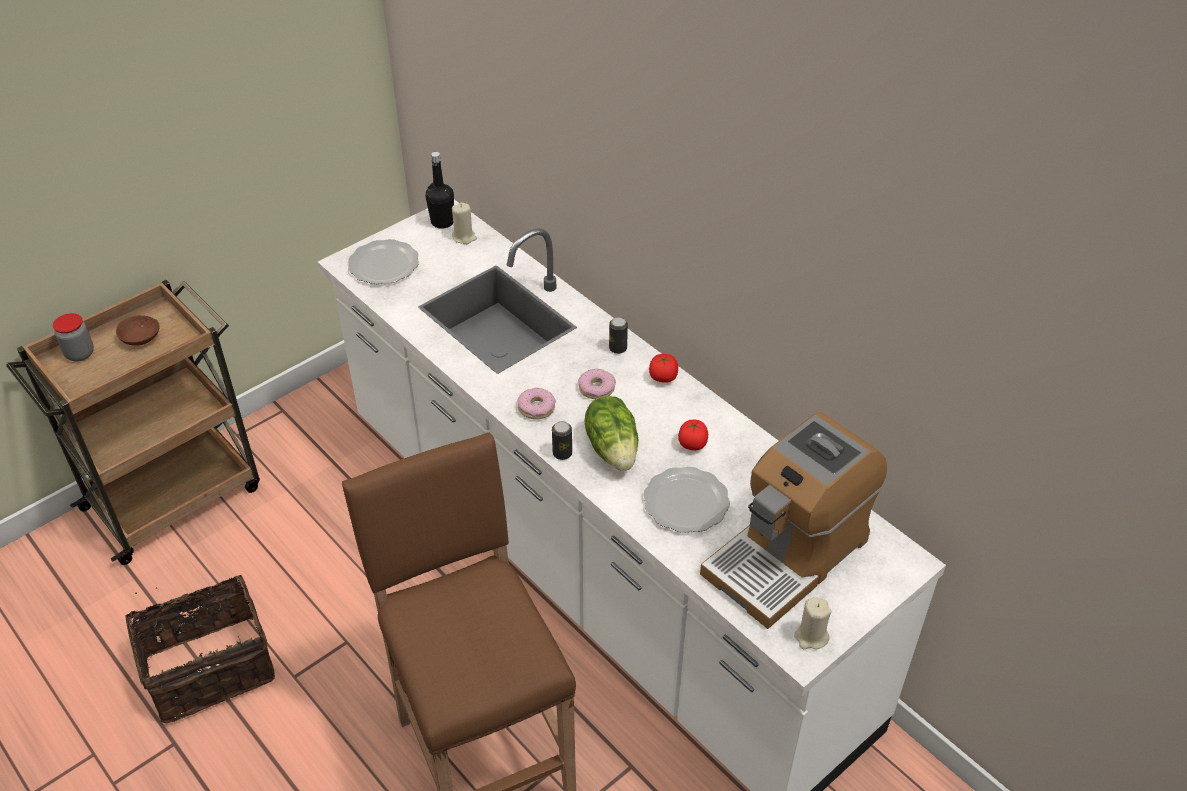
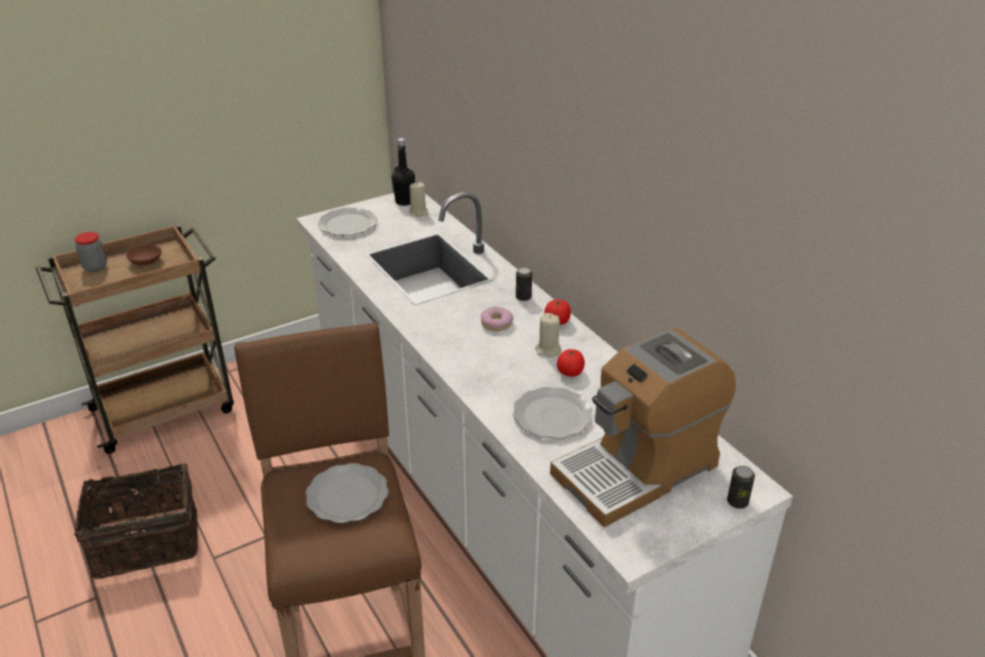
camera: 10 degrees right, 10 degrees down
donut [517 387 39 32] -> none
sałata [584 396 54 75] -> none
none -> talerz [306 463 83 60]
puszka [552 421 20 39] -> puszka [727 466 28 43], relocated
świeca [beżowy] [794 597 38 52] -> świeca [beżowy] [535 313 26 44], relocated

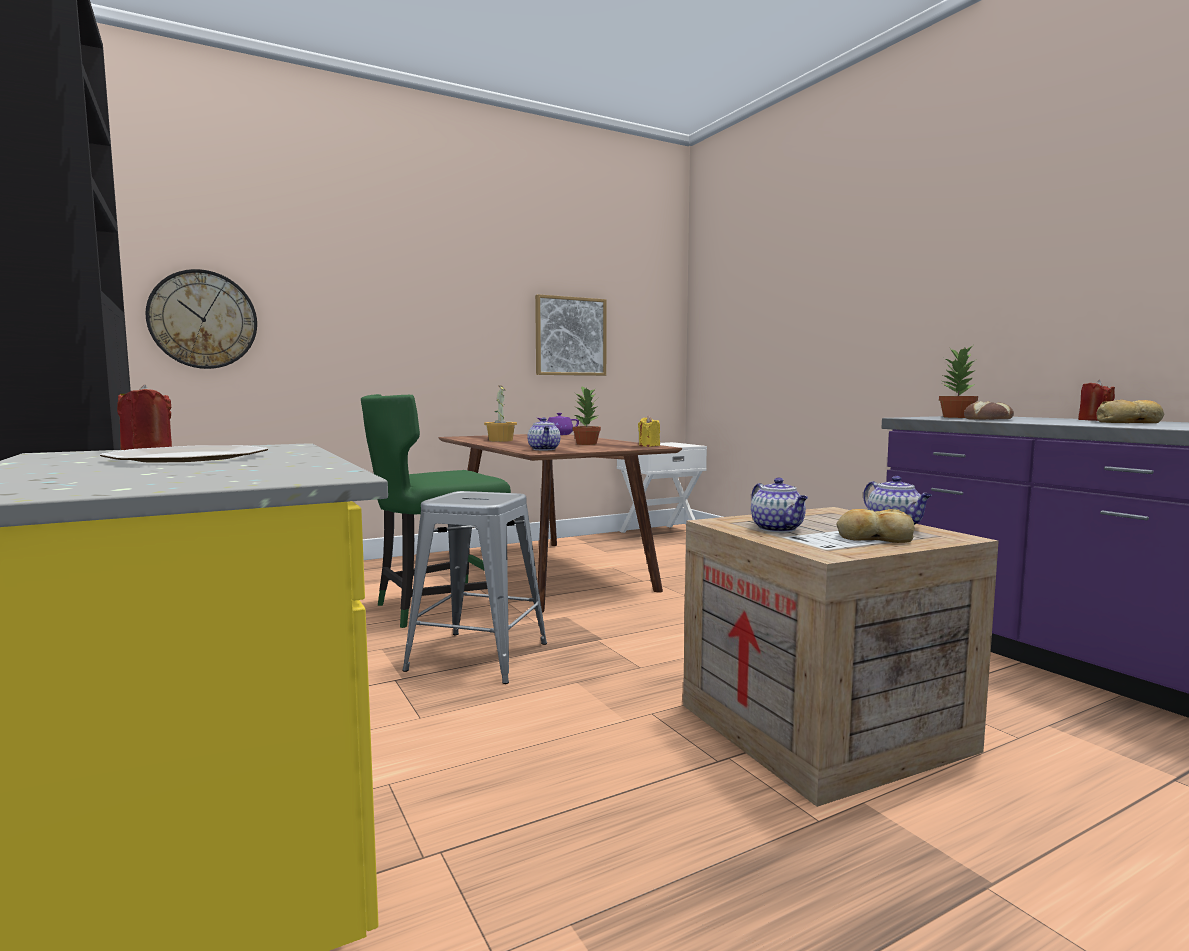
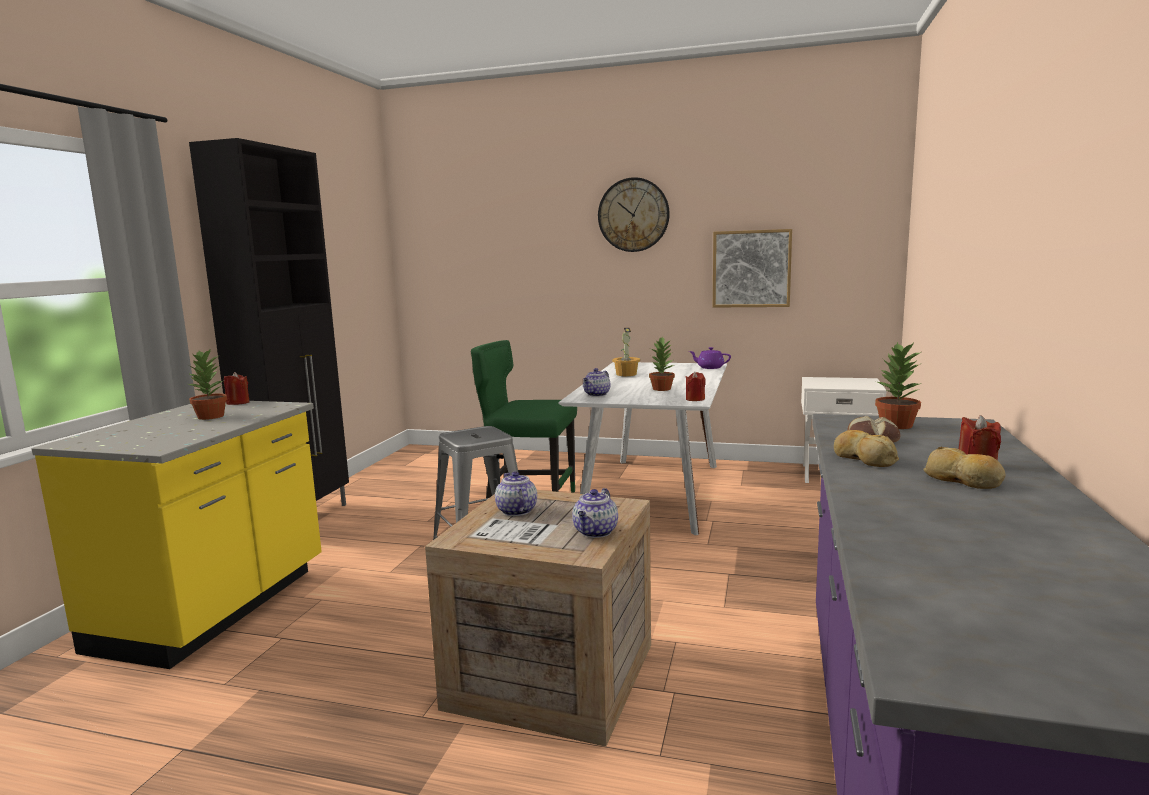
camera: 45 degrees right, 5 degrees up
zegar ścienny [145 269 112 100] -> zegar ścienny [598 177 72 75], relocated
chleb [837 509 77 34] -> chleb [834 430 65 37], relocated
talerz [100 445 168 18] -> roślina doniczkowa [187 348 40 72]
stół jadalny [brązowy] [438 434 244 179] -> stół jadalny [biały] [558 362 169 173]
świeca [żółty] [638 416 22 31] -> świeca [czerwony] [686 372 20 29]
imbryk [751 478 57 54] -> imbryk [495 471 42 45], 135 degrees clockwise

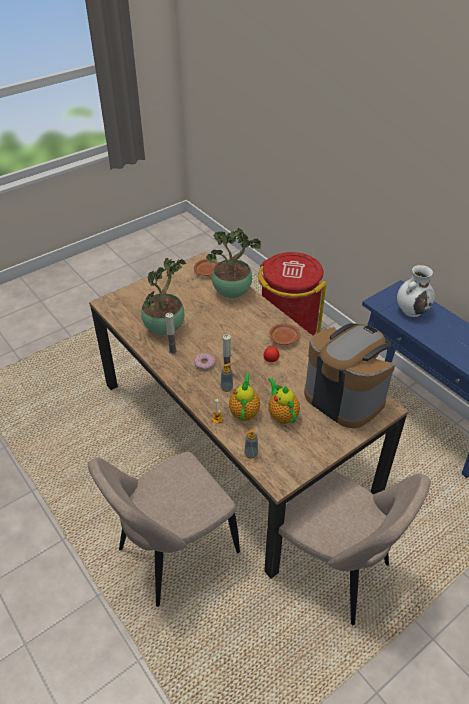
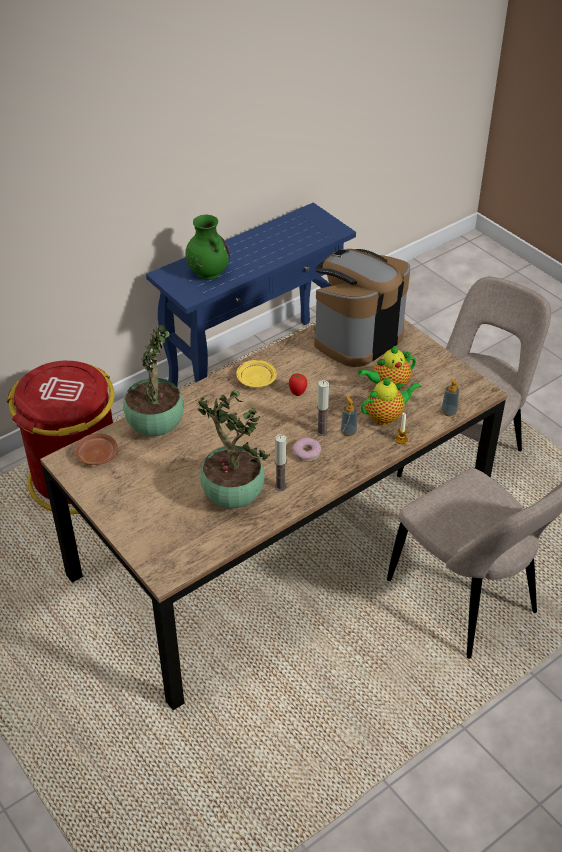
camera: 90 degrees left, 0 degrees up
talerz [brązowy] [269 324 31 21] -> talerz [żółty] [236 360 41 28]
wazon [biały] [397 265 38 52] -> wazon [zielony] [185 215 45 65]
imbryk [229 373 31 48] -> imbryk [361 377 61 48], 150 degrees clockwise

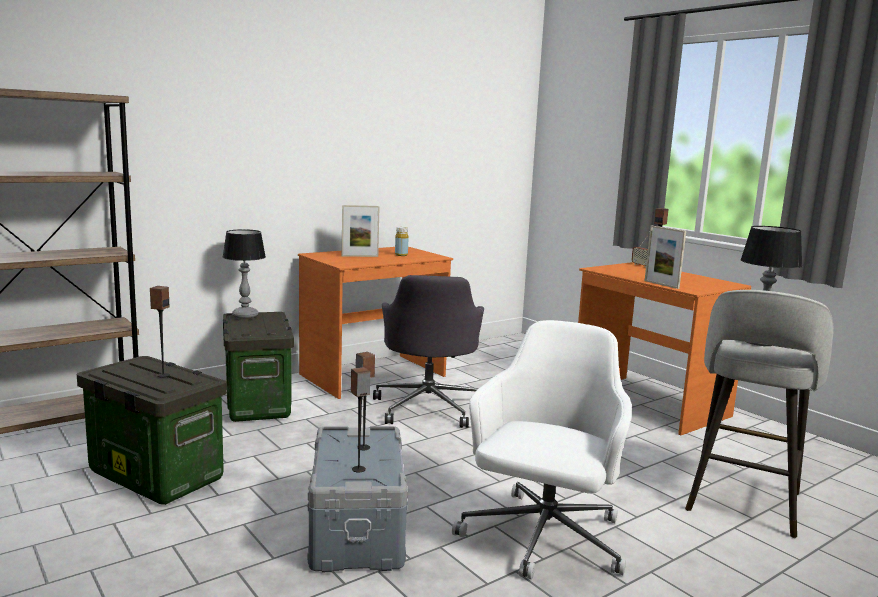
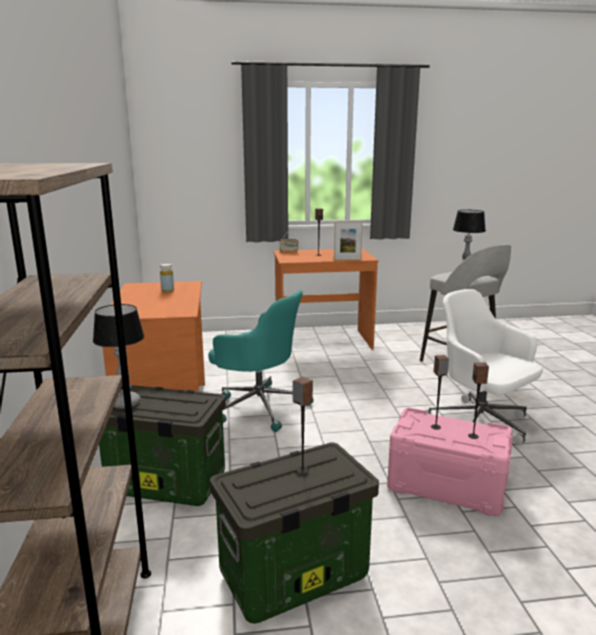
camera: 60 degrees left, 5 degrees up
ramka na zdjęcie [342 205 38 52] -> none
pojemnik do przechowywania [szary] [308 426 100 146] -> pojemnik do przechowywania [różowy] [387 408 126 108]
krzesło biurowe [szary] [373 275 111 153] -> krzesło biurowe [turkusowy] [208 290 106 142]

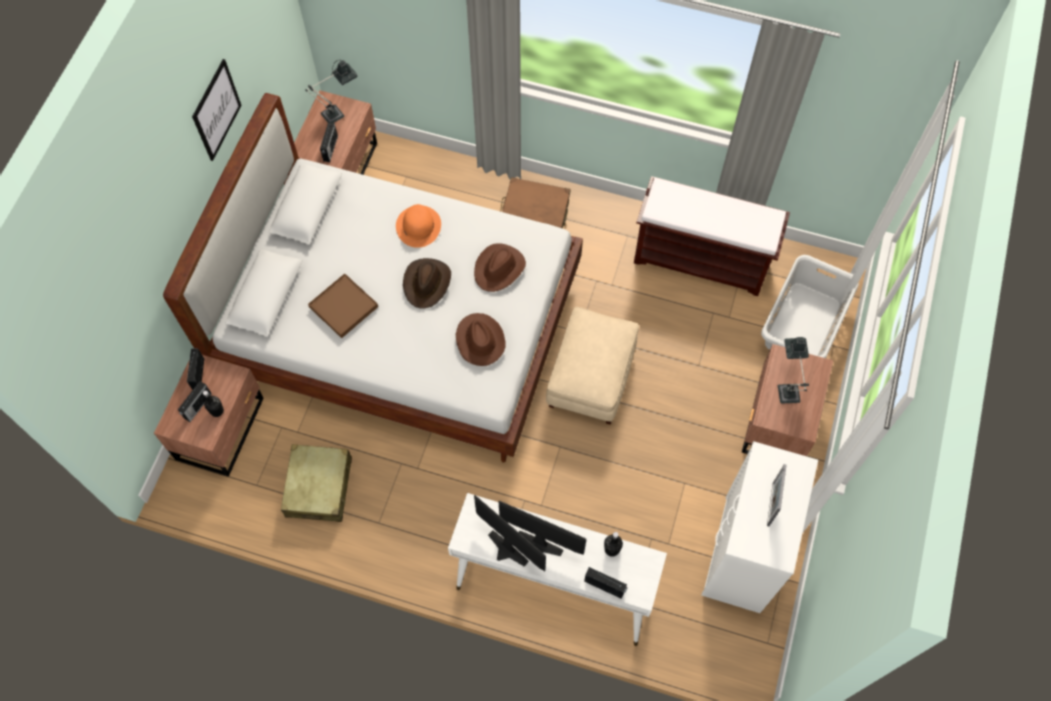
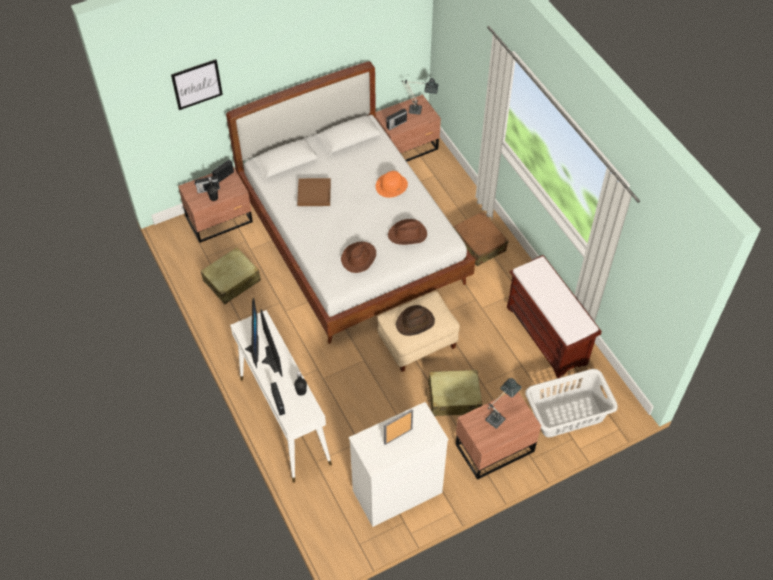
camera: 45 degrees right, 10 degrees down
none -> walizka [beżowy] [426 370 56 46]
obraz [192 59 50 102] -> obraz [171 59 52 51], relocated
kapelusz [brązowy] [403 258 48 51] -> kapelusz [brązowy] [396 305 39 31], relocated

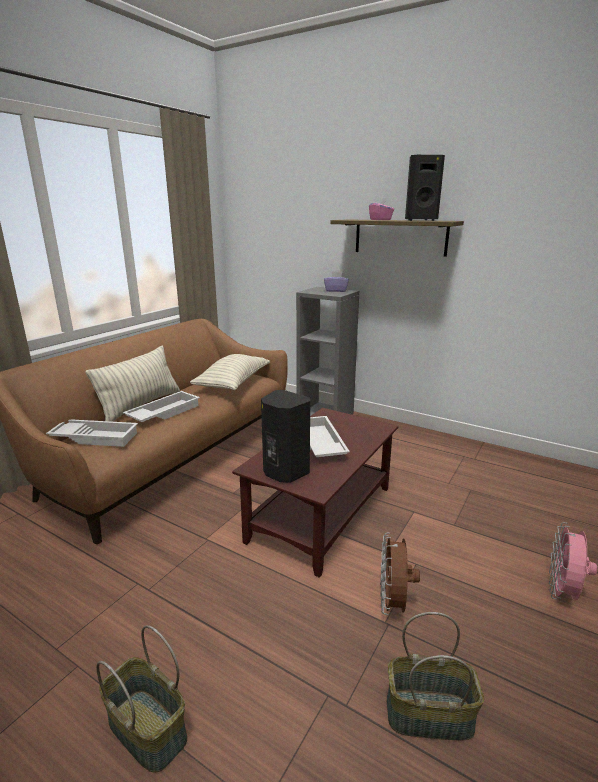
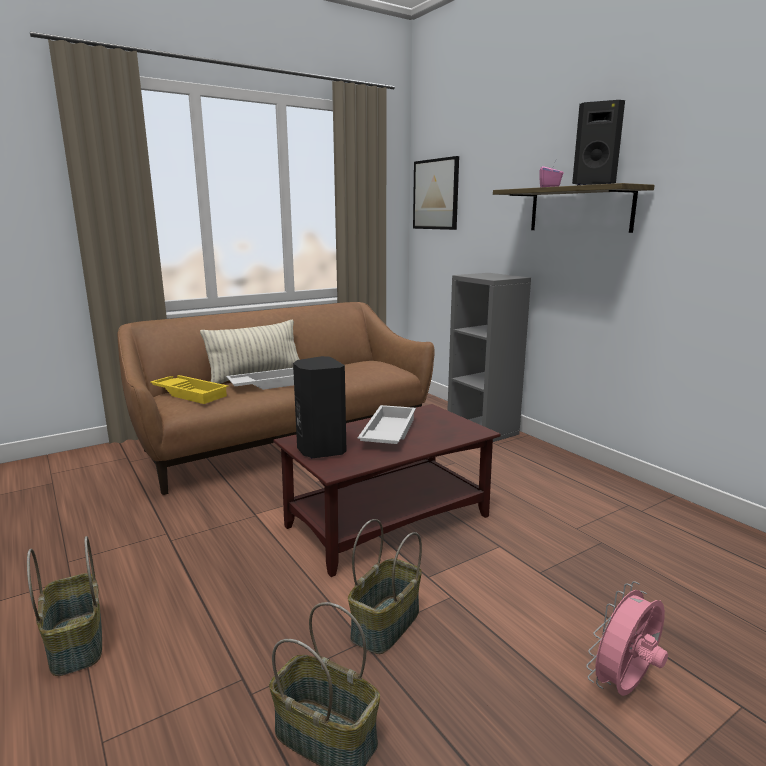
camera: 25 degrees right, 5 degrees down
poduszka [190 354 80 36] -> none
pudełko chusteczek [fioletowy] [324 271 25 21] -> none
none -> obraz [413 156 46 74]
wentylator [brązowy] [380 533 40 82] -> koszyk [348 519 74 135]
taca [biały] [46 419 92 28] -> taca [żółty] [150 375 78 29]

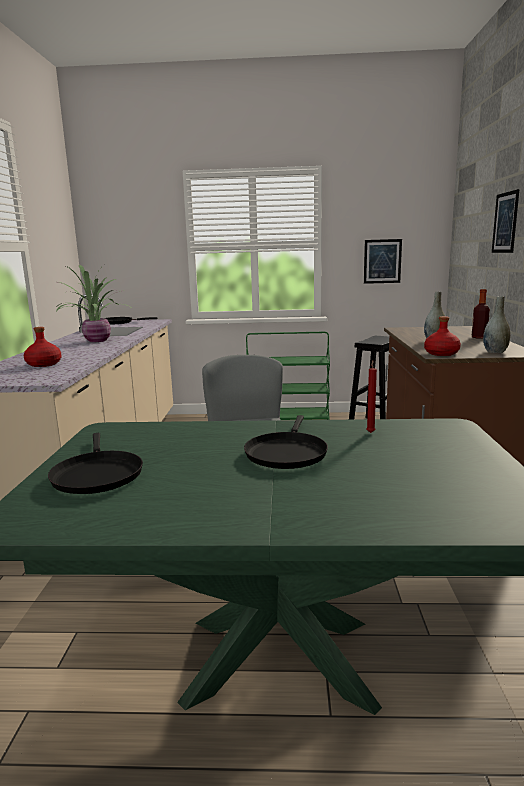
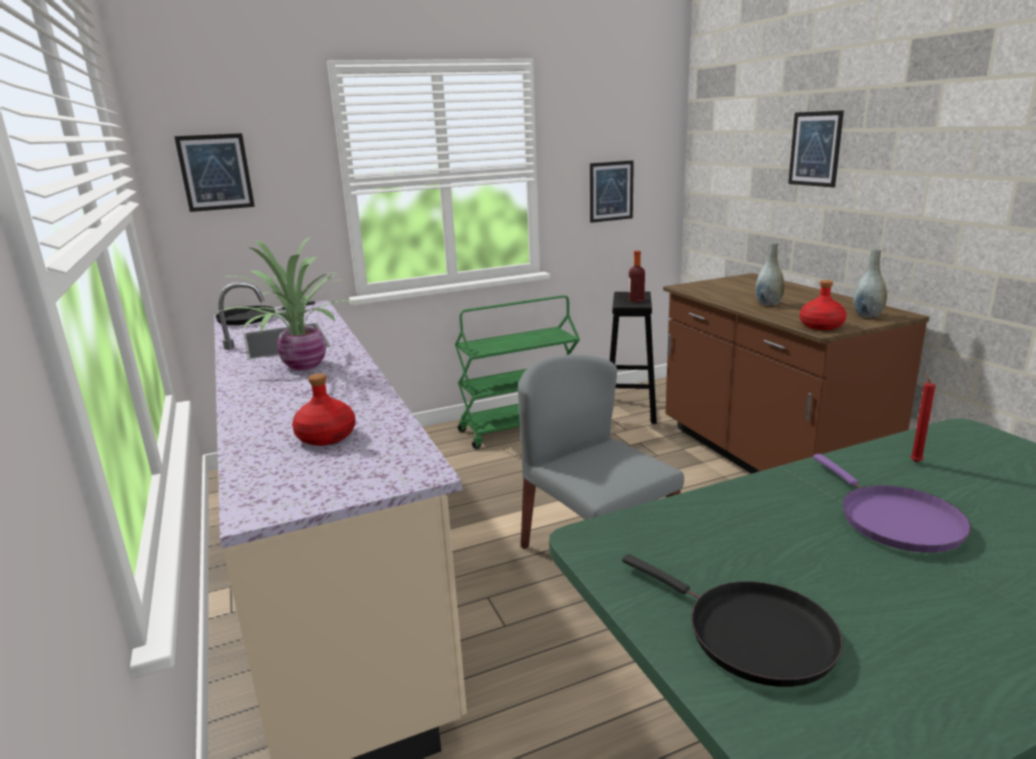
camera: 25 degrees left, 5 degrees up
none -> obraz [174 133 81 79]
butelka [472 289 18 50] -> butelka [628 251 17 51], relocated
patelnia [czarny] [244 415 84 54] -> patelnia [fioletowy] [813 454 158 99]

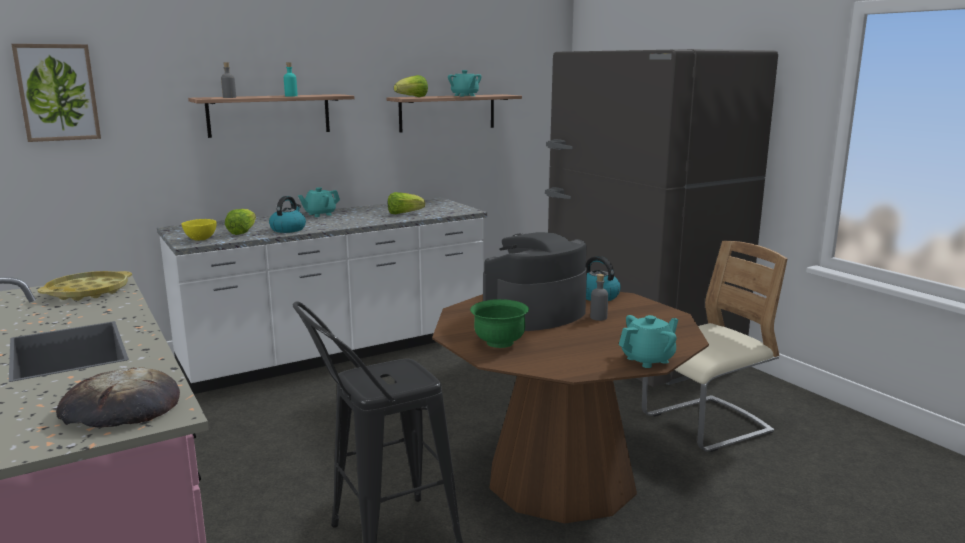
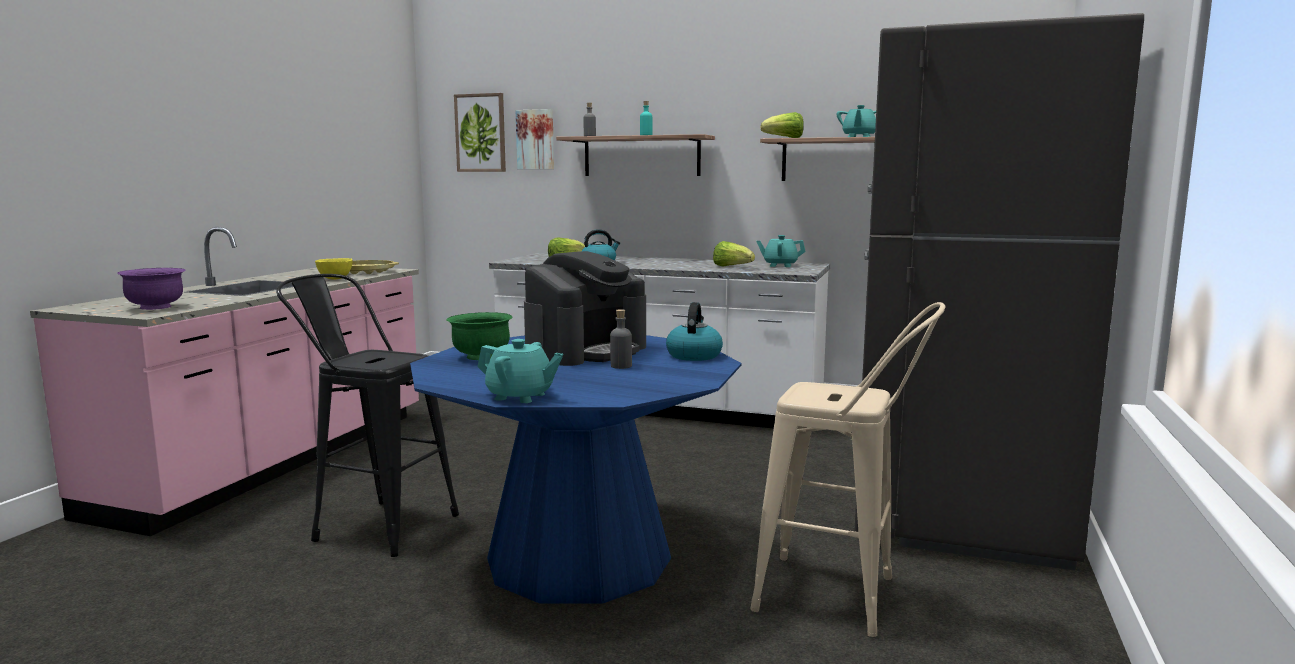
camera: 50 degrees right, 5 degrees down
none -> obraz [516 109 38 60]
miska [żółty] [181 219 36 22] -> miska [żółty] [315 258 38 21], relocated
imbryk [turkusowy] [298 187 42 30] -> imbryk [turkusowy] [756 235 50 32], relocated
chleb [56 367 124 60] -> miska [fioletowy] [117 268 69 42]
krzesło [beżowy] [642 241 146 211] -> stołek [beżowy] [751 302 194 335]
stół jadalny [brązowy] [432 292 277 231] -> stół jadalny [niebieski] [410 335 332 269]
ekspres do kawy [483 232 104 99] -> ekspres do kawy [524 251 122 115], 120 degrees clockwise

